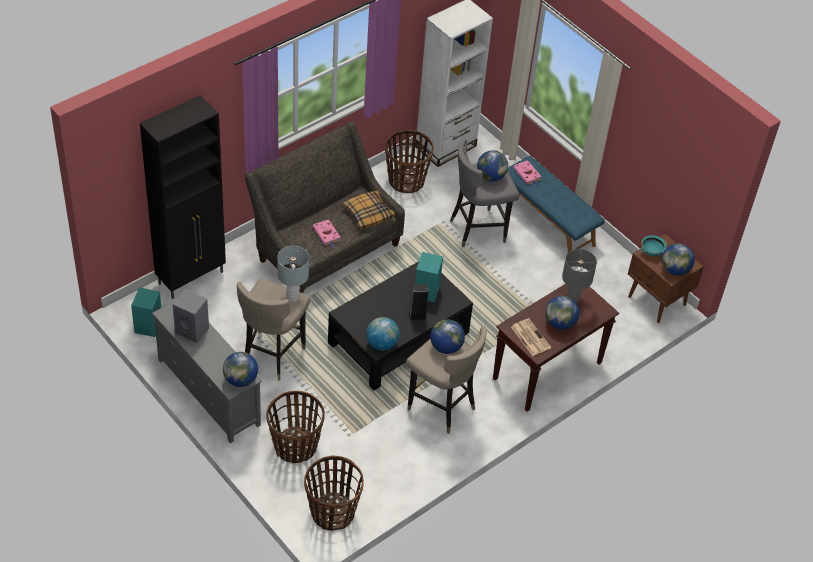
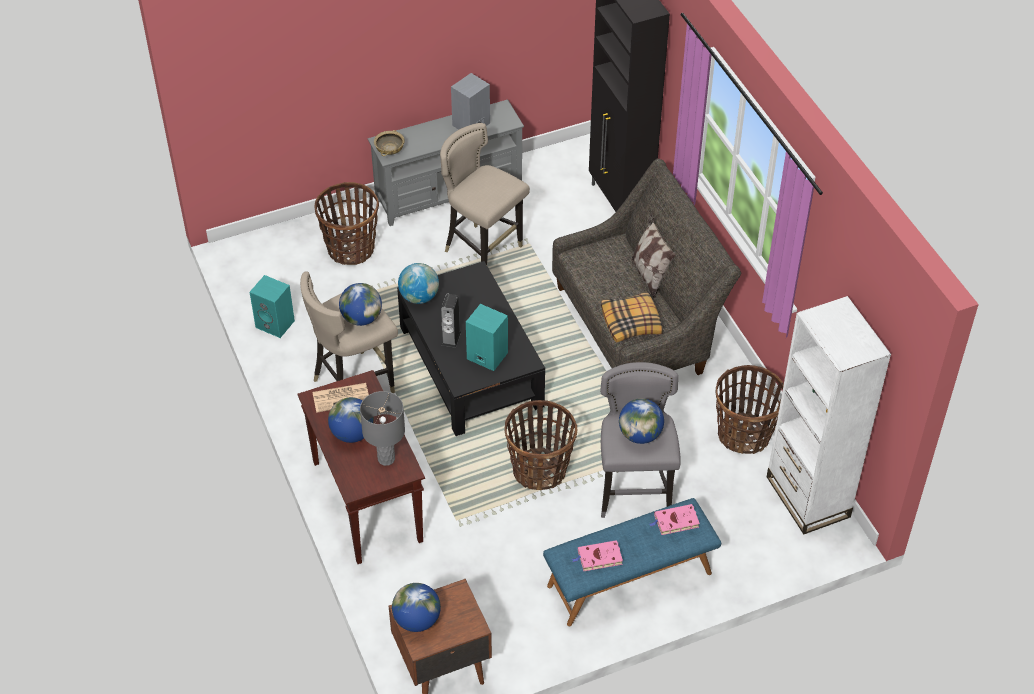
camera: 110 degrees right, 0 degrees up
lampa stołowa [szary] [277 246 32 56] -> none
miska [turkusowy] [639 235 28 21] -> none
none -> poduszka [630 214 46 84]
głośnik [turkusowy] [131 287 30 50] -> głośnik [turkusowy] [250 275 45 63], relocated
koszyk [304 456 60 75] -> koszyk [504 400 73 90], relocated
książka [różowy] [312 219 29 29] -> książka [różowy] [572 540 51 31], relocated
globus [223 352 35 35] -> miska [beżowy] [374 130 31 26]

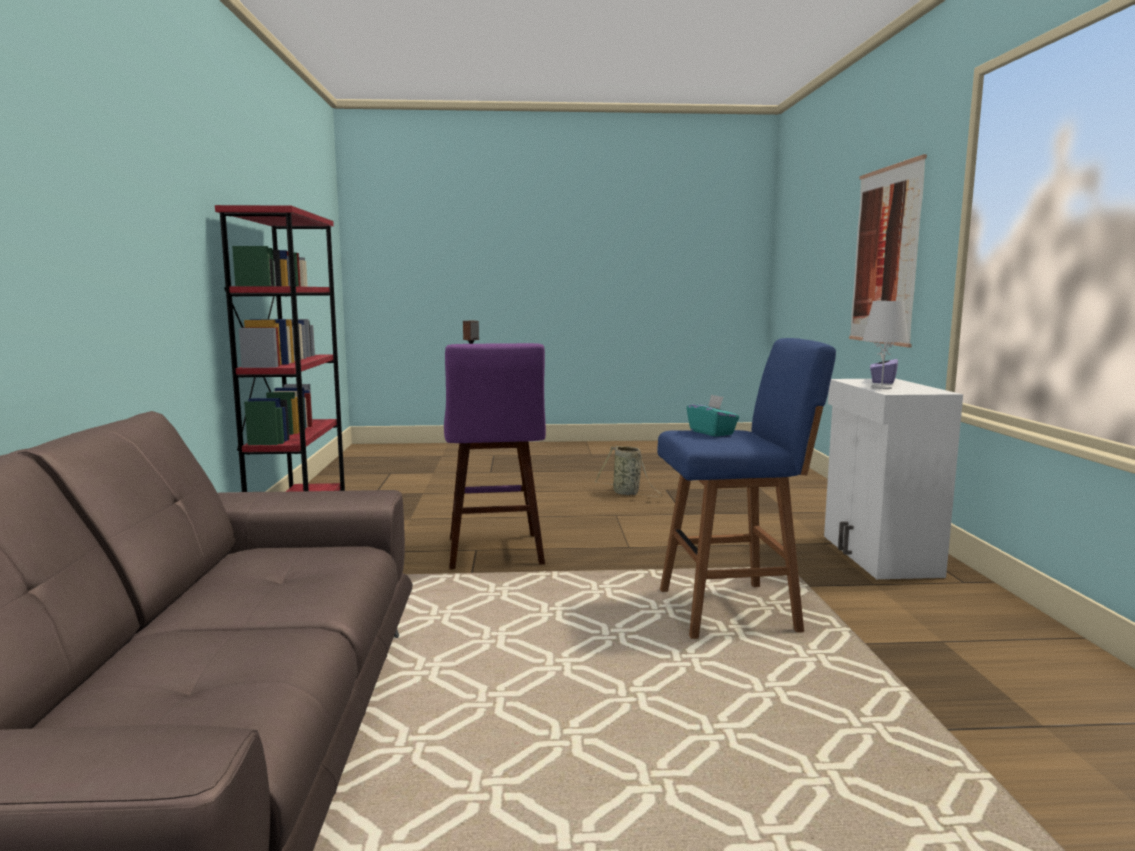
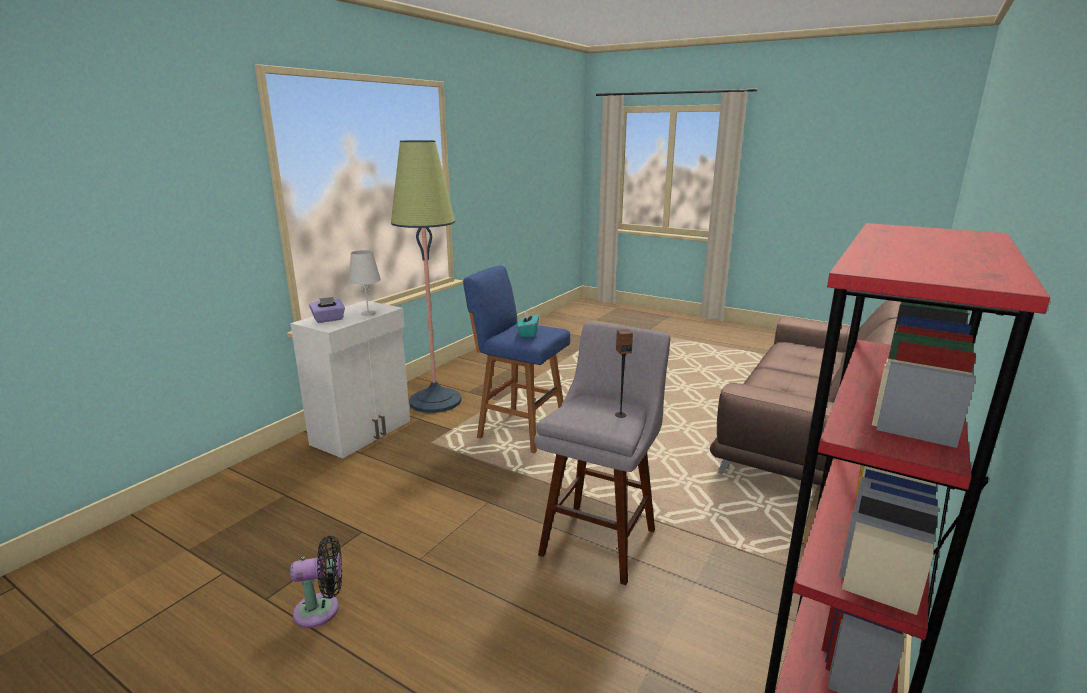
camera: 145 degrees left, 10 degrees up
obraz [849 154 78 193] -> none
none -> lampa stojąca [391 140 71 273]
koszyk [595 446 67 51] -> wentylator [czarny] [290 536 52 92]
stołek [fioletowy] [444 343 102 226] -> stołek [szary] [534 322 136 263]

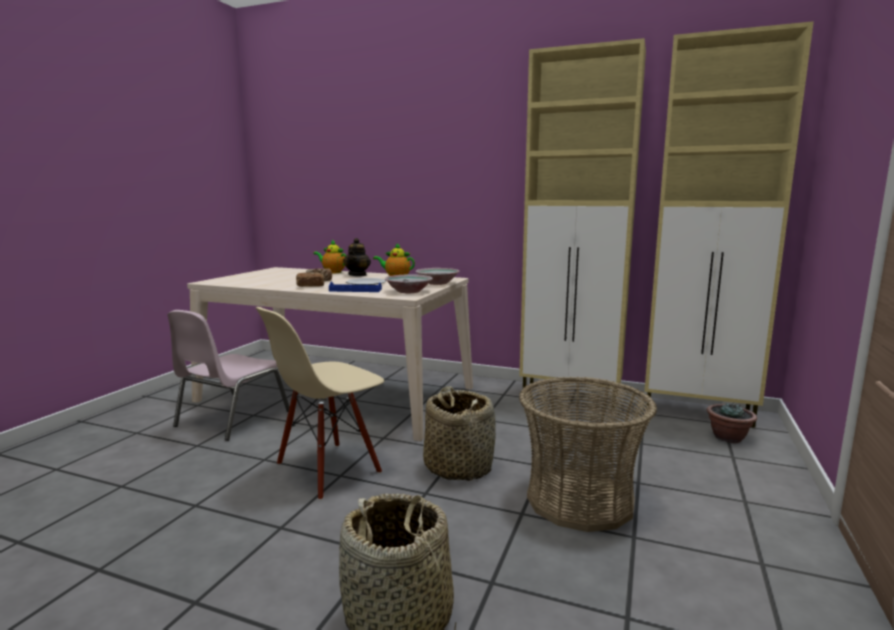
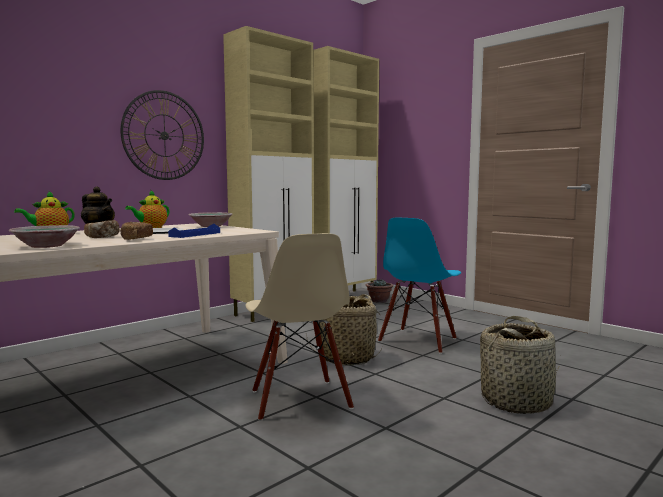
camera: 65 degrees left, 5 degrees down
krzesło [różowy] [167 310 123 131] -> none
none -> zegar ścienny [120 90 84 90]
miska [385 274 48 19] -> miska [9 225 71 23], relocated
koszyk [519 376 138 156] -> krzesło [niebieski] [378 218 83 136]

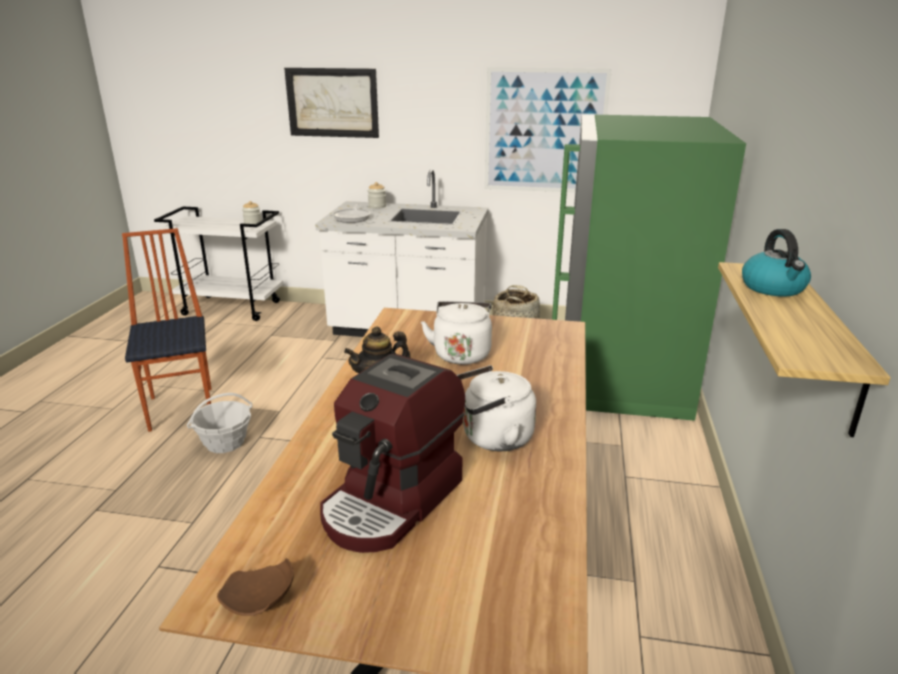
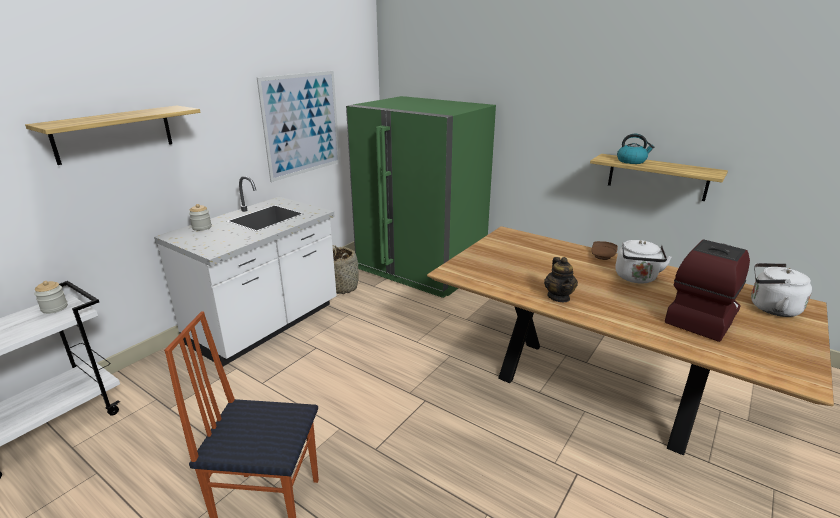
camera: 65 degrees left, 0 degrees up
koszyk [187 393 65 60] -> none
patelnia [333 203 37 20] -> none
talerz [brązowy] [217 558 77 58] -> talerz [brązowy] [591 241 27 19], relocated
czajnik [biały] [421 301 71 63] -> czajnik [biały] [751 263 61 54], relocated
obraz [284 68 95 70] -> półka [25 106 176 59]
ekspres do kawy [320 354 145 199] -> ekspres do kawy [665 239 85 103], 105 degrees counterclockwise

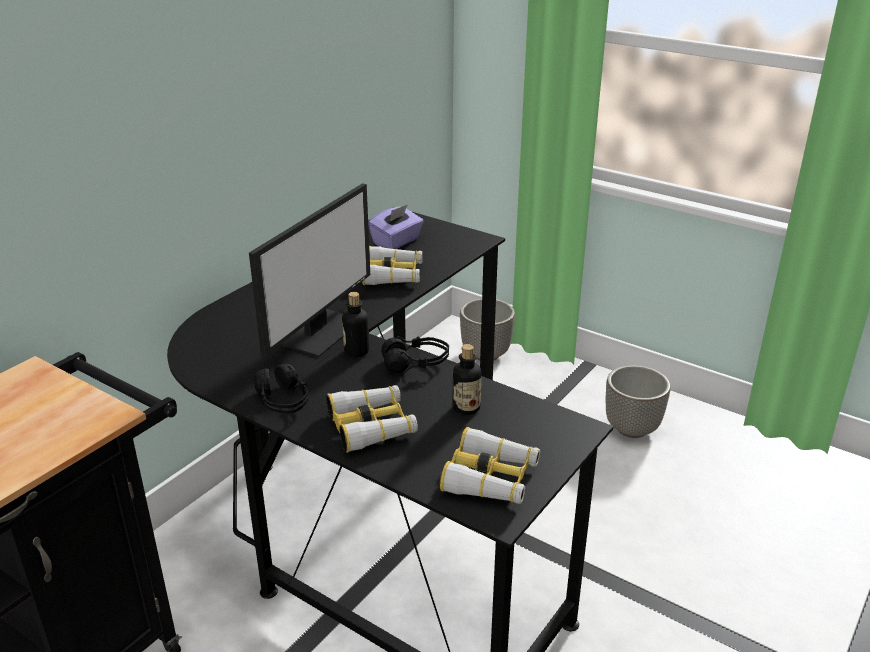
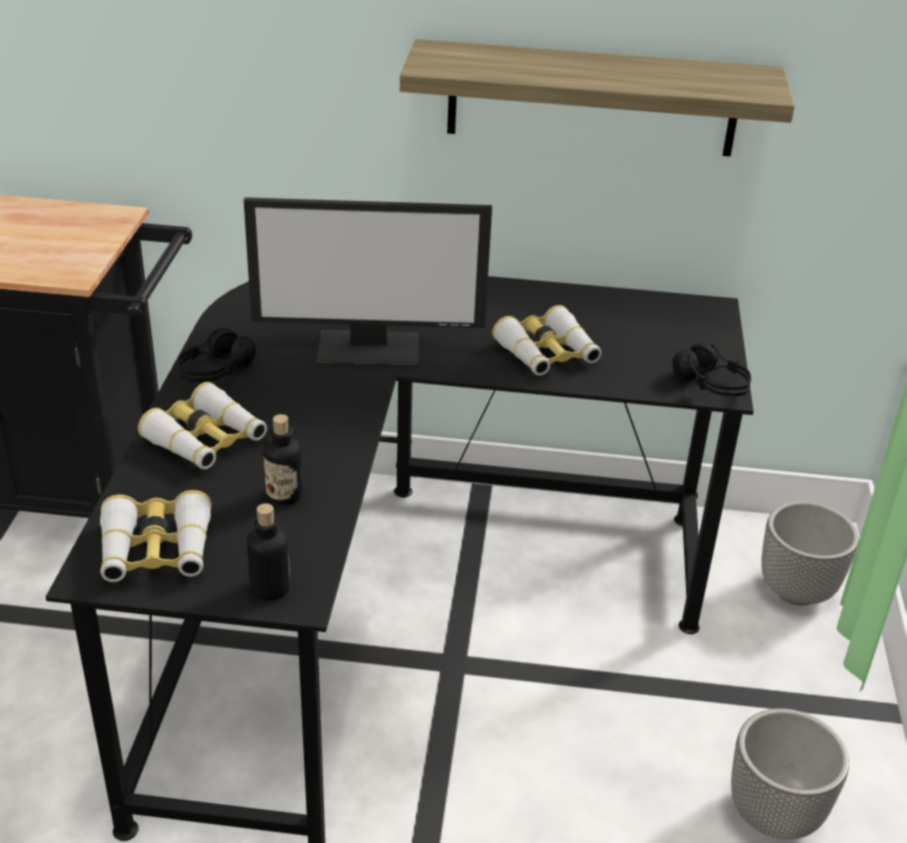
camera: 60 degrees right, 5 degrees up
pudełko chusteczek [fioletowy] [368 204 56 45] -> none
none -> półka [400 39 395 117]
butelka [342 292 27 65] -> butelka [247 503 43 98], relocated
słuchawki [czarny] [381 336 68 38] -> słuchawki [czarny] [672 342 79 54], relocated

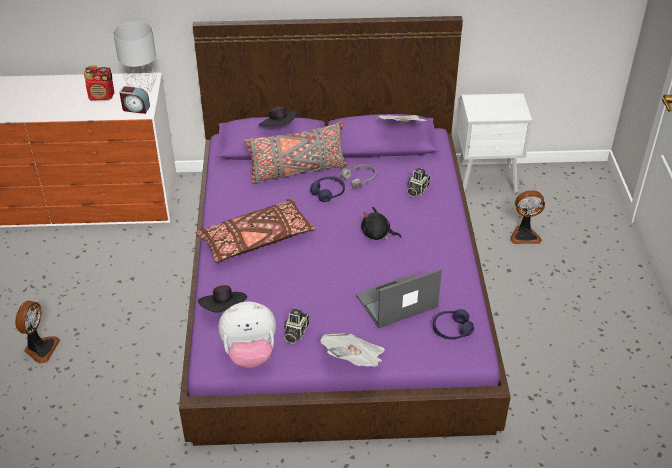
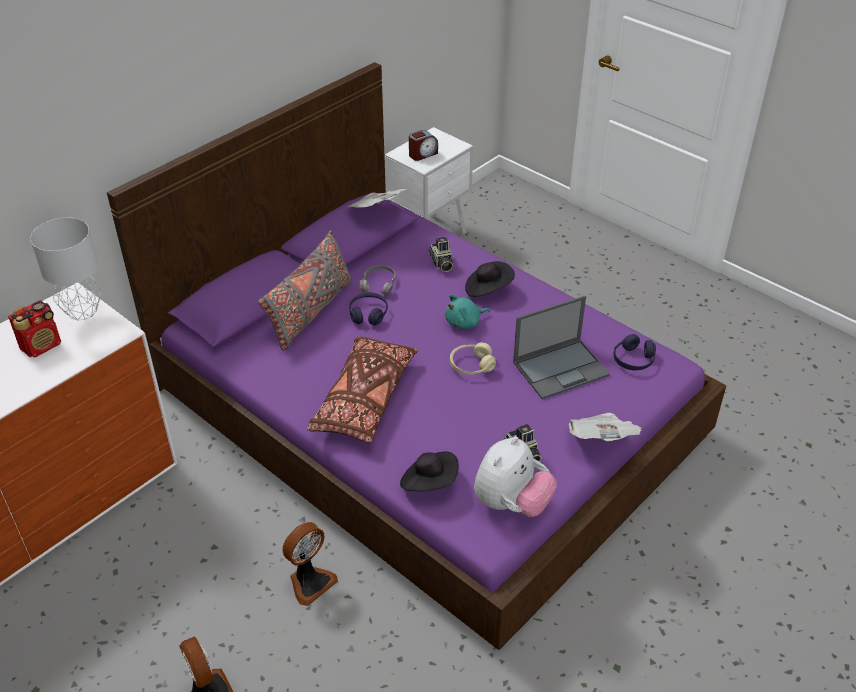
camera: 45 degrees left, 0 degrees up
none -> słuchawki [beżowy] [450 343 46 32]
budzik [119 86 31 28] -> budzik [409 130 29 31], relocated
kapelusz [czarny] [258 106 40 20] -> kapelusz [czarny] [465 261 50 36], relocated
wentylator [510 190 35 54] -> wentylator [282 522 56 84], relocated
pluszak [czarny] [361 207 40 33] -> pluszak [turkusowy] [445 294 45 35]
laptop [356 269 86 59] -> laptop [513 296 97 103], 135 degrees counterclockwise

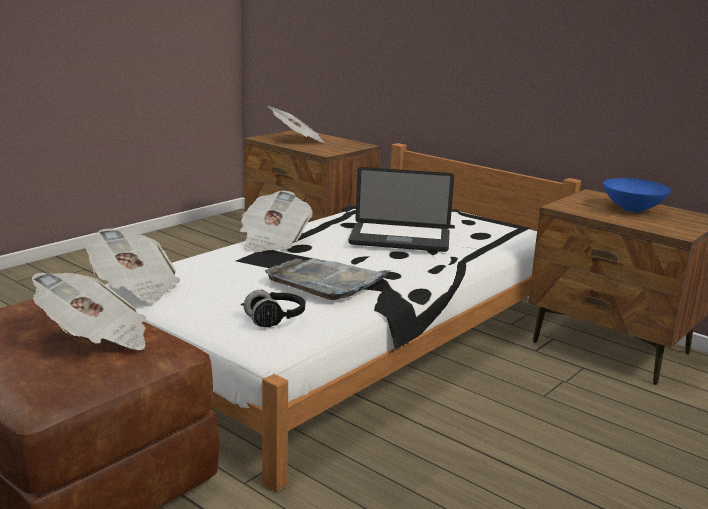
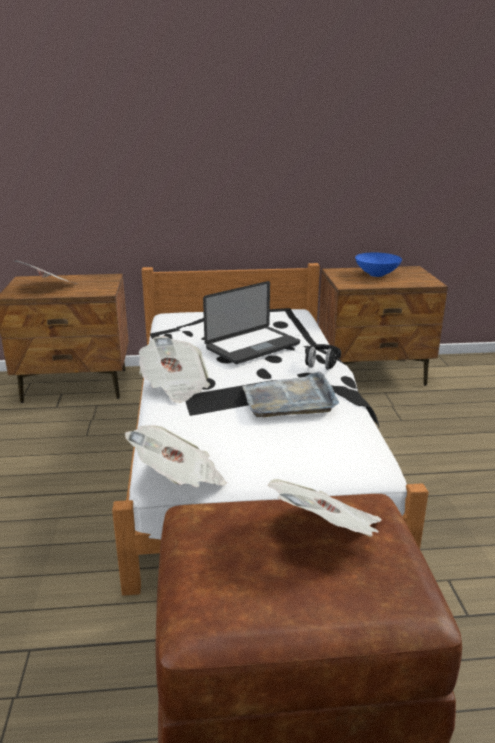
camera: 45 degrees left, 5 degrees up
słuchawki [czarny] [241 290 64 37] -> słuchawki [czarny] [305 344 36 26], relocated

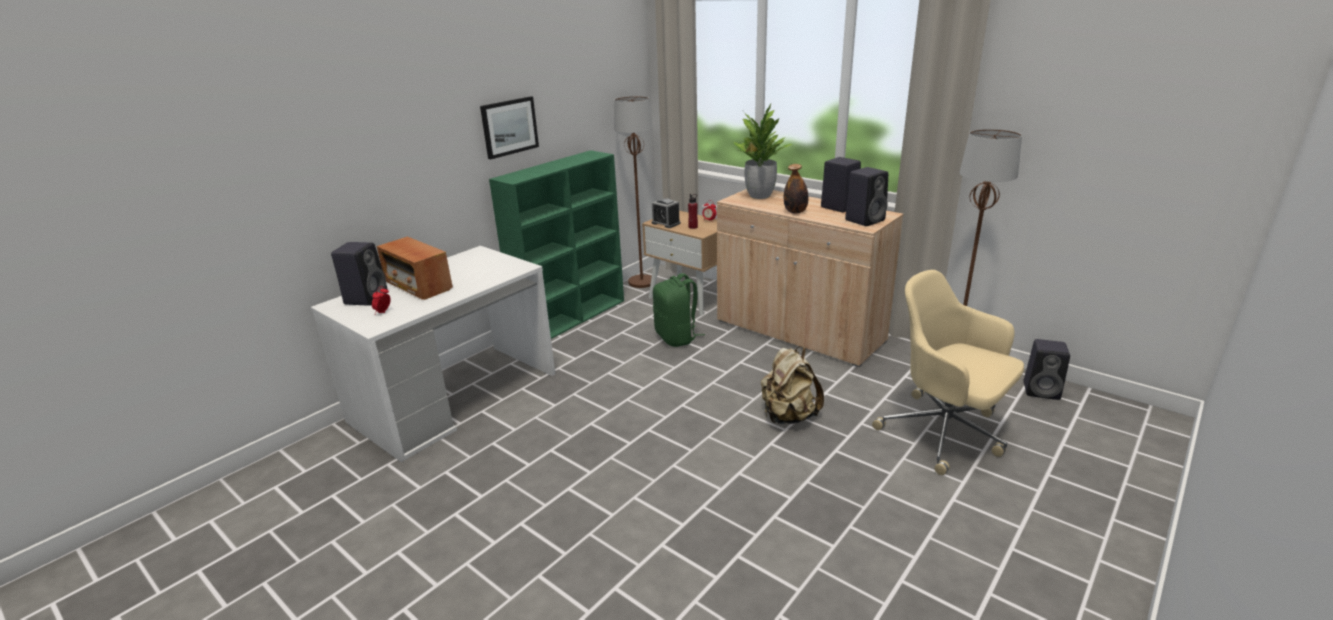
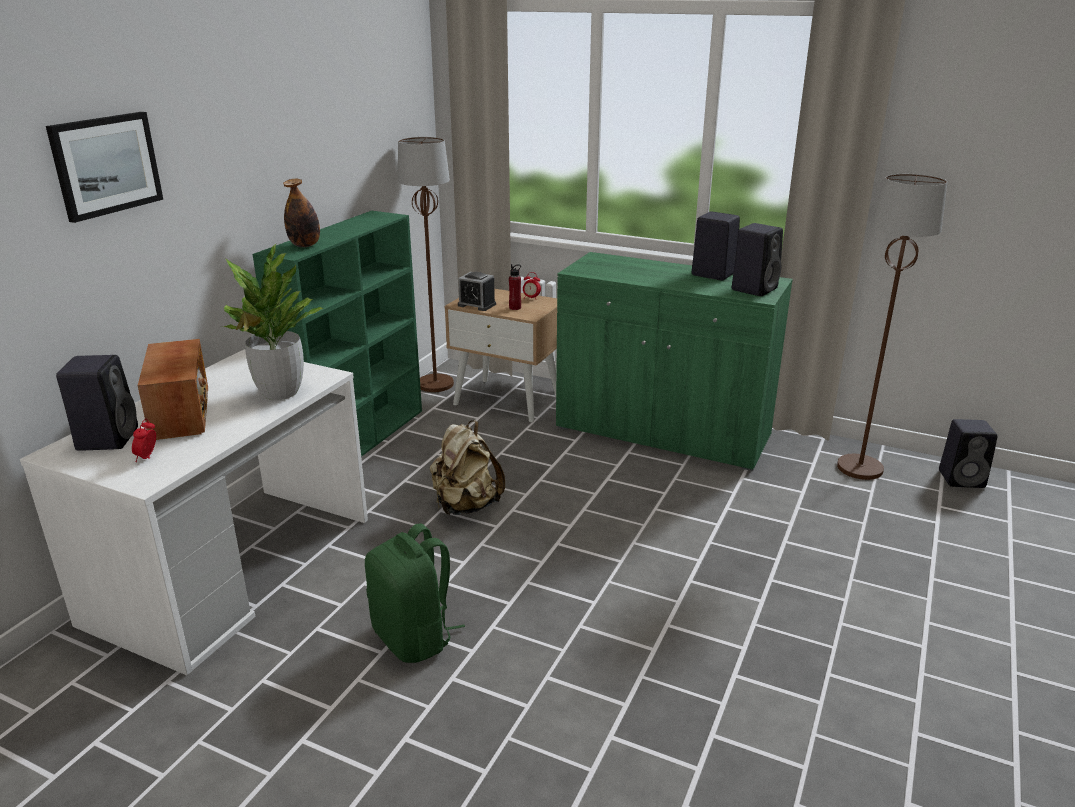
camera: 15 degrees left, 0 degrees up
krzesło biurowe [beżowy] [872 270 152 205] -> none
obraz [480 96 59 63] -> obraz [46 112 117 111], relocated
plecak [zielony] [653 273 52 74] -> plecak [zielony] [365 523 100 140], relocated
roślina doniczkowa [734 104 59 95] -> roślina doniczkowa [222 244 101 156], relocated
plecak [beżowy] [761 346 63 78] -> plecak [beżowy] [430 420 75 95], relocated
butelka [784 164 25 50] -> butelka [283 179 37 68], relocated
szafka [beżowy] [717 189 187 178] -> szafka [zielony] [556 252 237 219]
radio [377 237 76 63] -> radio [138 339 70 101], 135 degrees counterclockwise

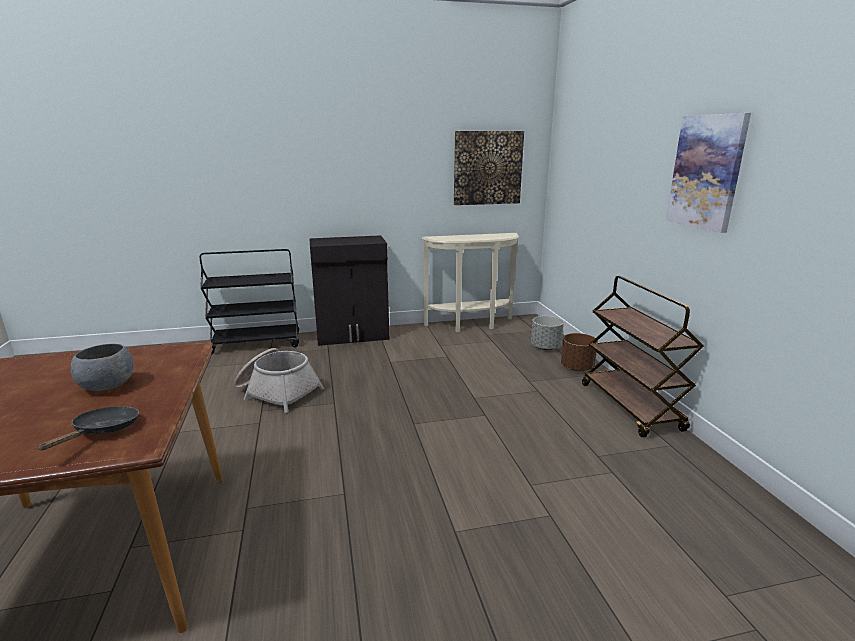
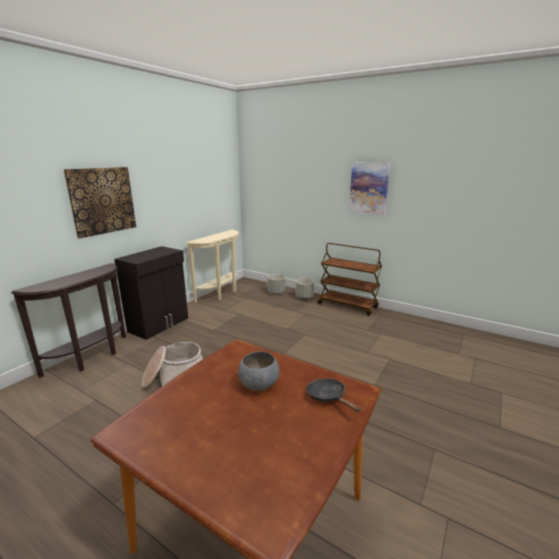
camera: 45 degrees left, 0 degrees up
obraz [454 131 70 74] -> obraz [64 167 72 71], relocated
wózek [czarny] [200 249 99 106] -> stolik konsolowy [brązowy] [11 263 115 115]
donica [brązowy] [561 333 37 38] -> donica [szary] [296 278 18 21]

